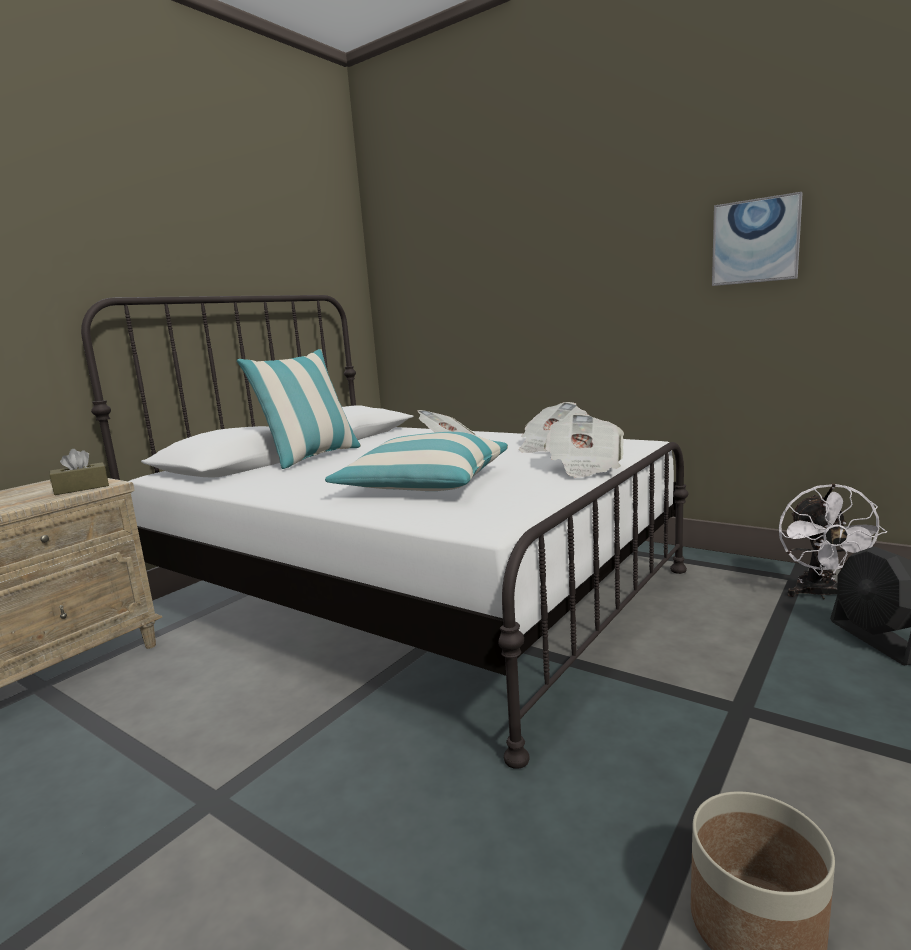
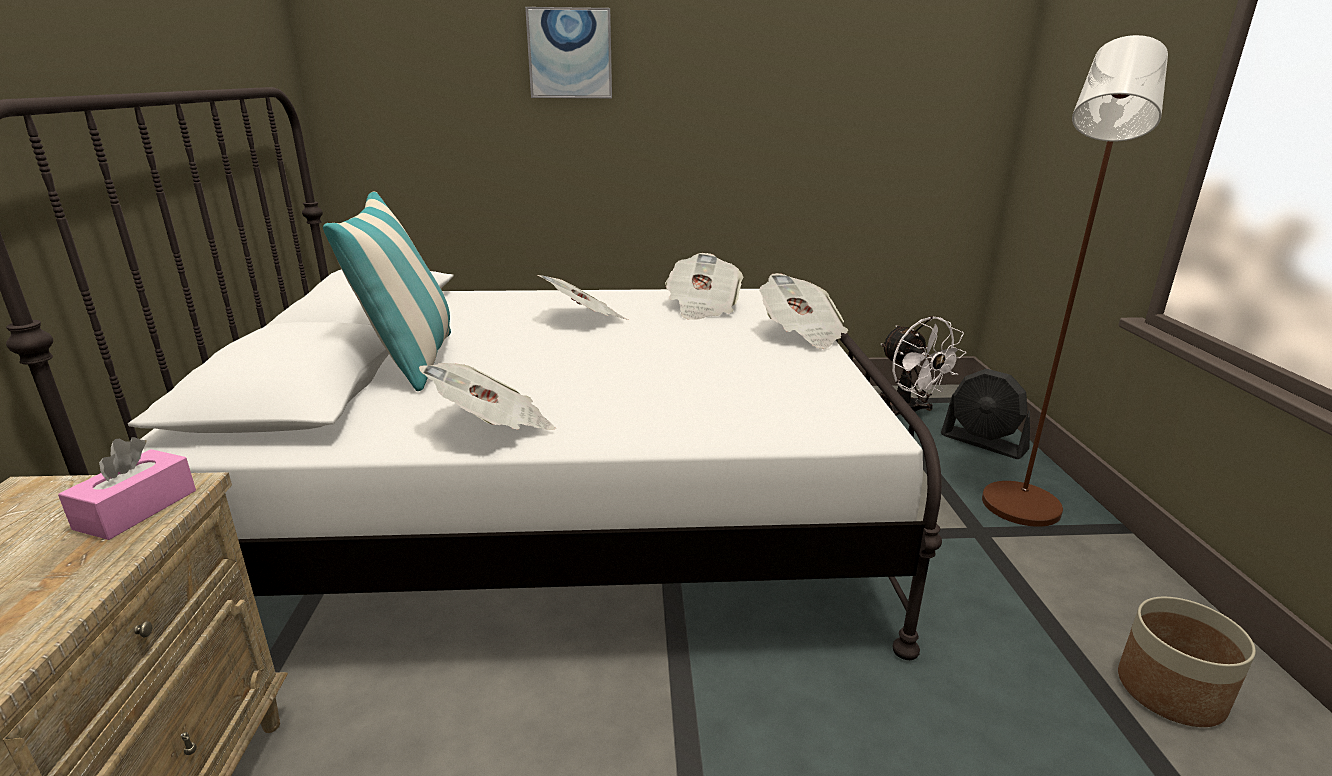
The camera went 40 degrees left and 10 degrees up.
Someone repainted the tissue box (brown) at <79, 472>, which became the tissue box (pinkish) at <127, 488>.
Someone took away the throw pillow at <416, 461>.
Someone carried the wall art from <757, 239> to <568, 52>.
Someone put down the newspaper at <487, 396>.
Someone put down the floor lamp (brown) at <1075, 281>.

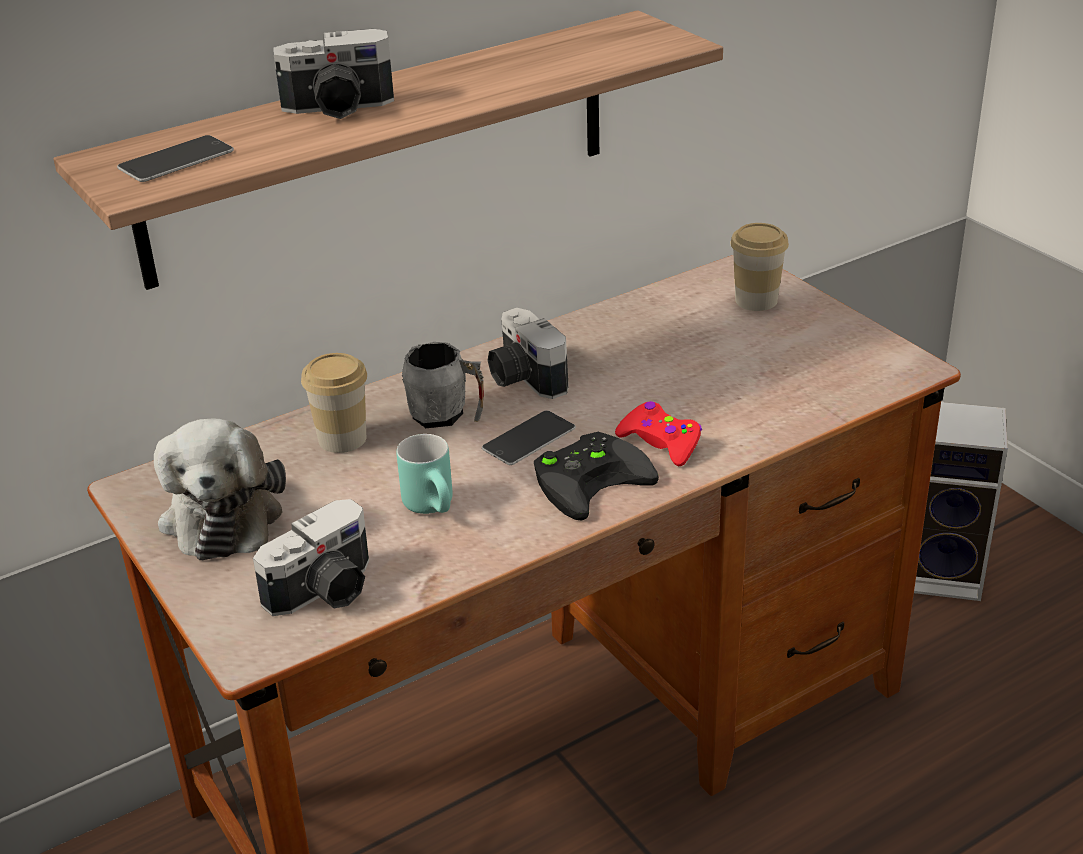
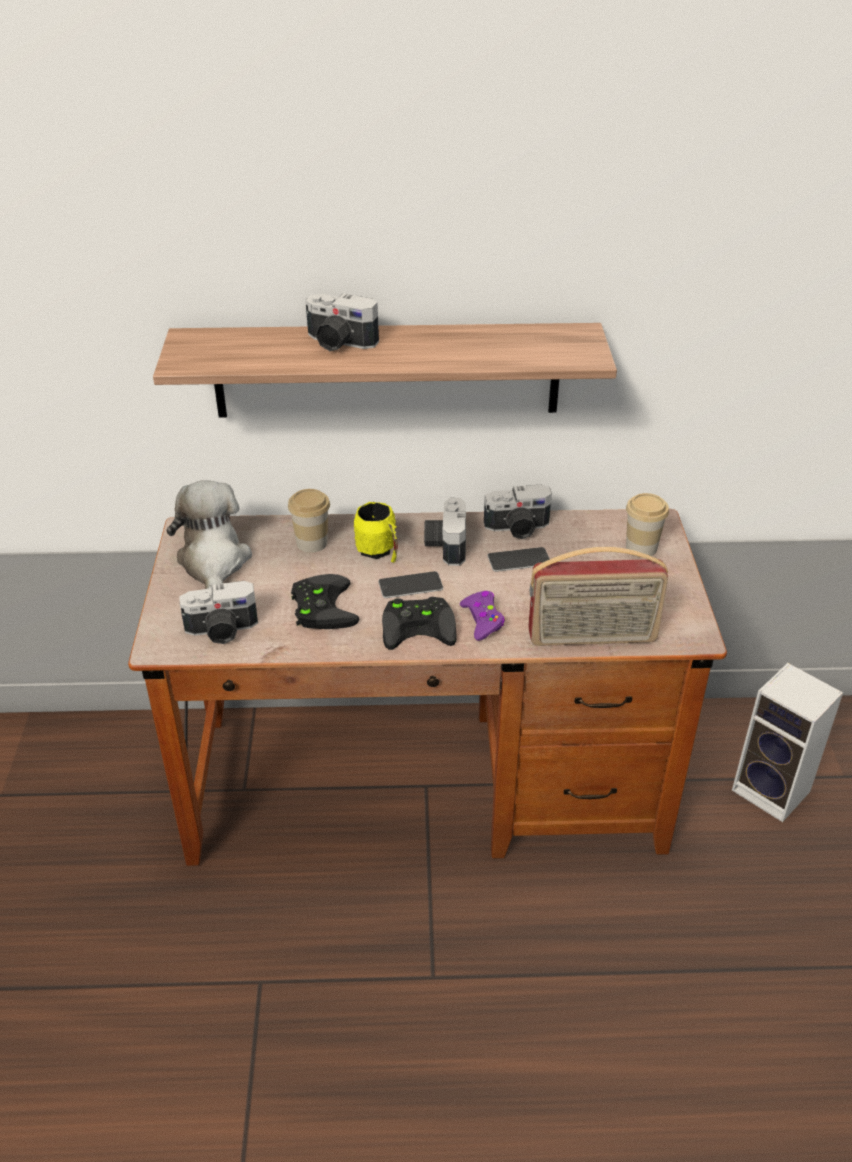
The camera went 30 degrees right and 5 degrees up.
Someone carried the handset from <175, 158> to <518, 559>.
Someone rotated the soft toy at <220, 489> by 150 degrees clockwise.
Someone swapped the tea mug (turquoise-coloured) at <425, 474> for the joypad (blackish) at <325, 601>.
Someone repainted the tea mug (gray) at <443, 385>, which became the tea mug (yellow-coloured) at <376, 532>.
Someone repainted the joypad (red-coloured) at <658, 433>, which became the joypad (purple) at <482, 616>.
Someone put down the still camera at <518, 512>.
Someone put down the radio at <598, 596>.

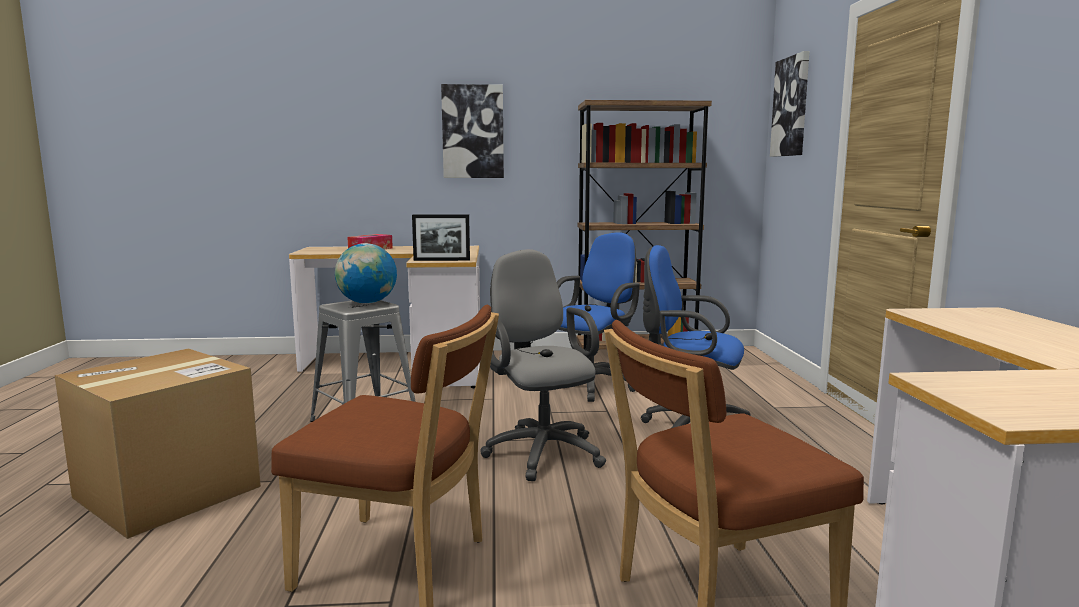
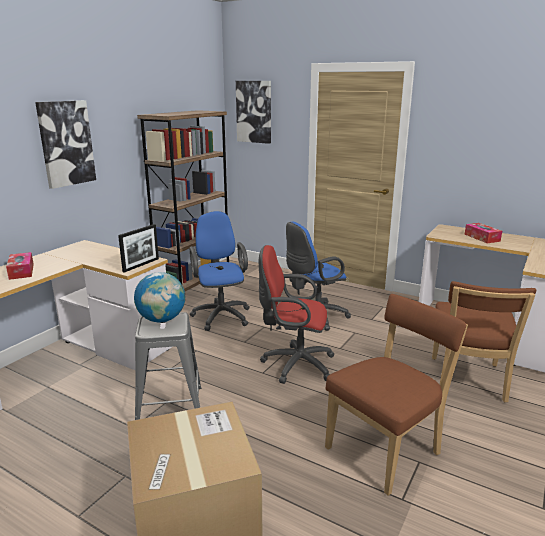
The camera went 55 degrees left and 10 degrees up.
Someone repainted the desk chair (gray) at <543, 365>, which became the desk chair (red-coloured) at <297, 314>.
Someone put down the tissue box at <483, 233>.

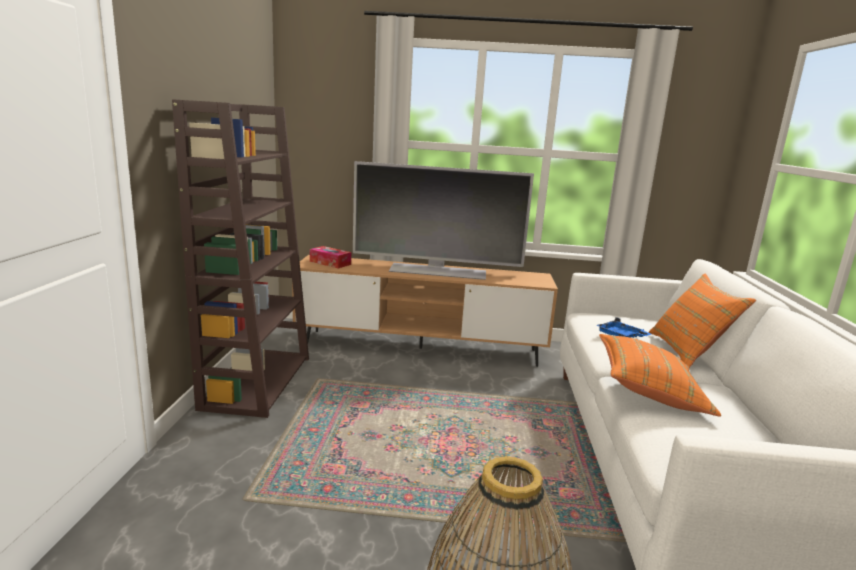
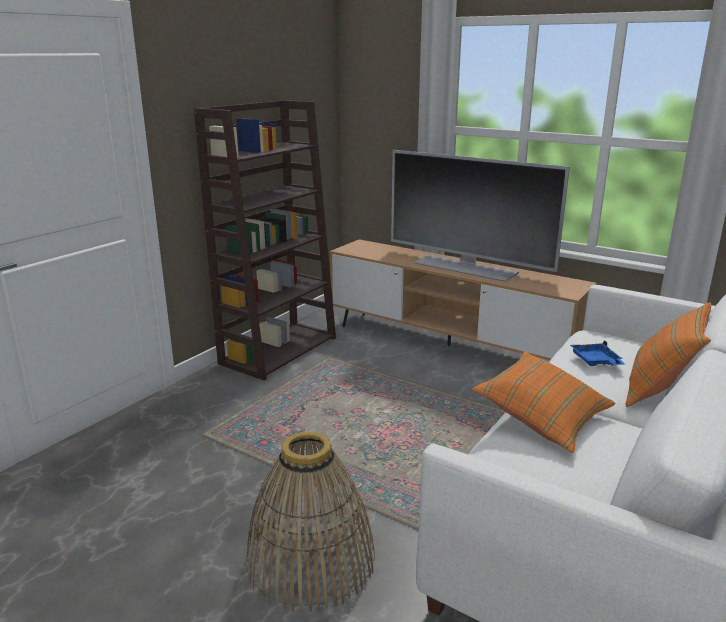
The camera went 30 degrees right and 5 degrees up.
Someone took away the tissue box at <330, 257>.

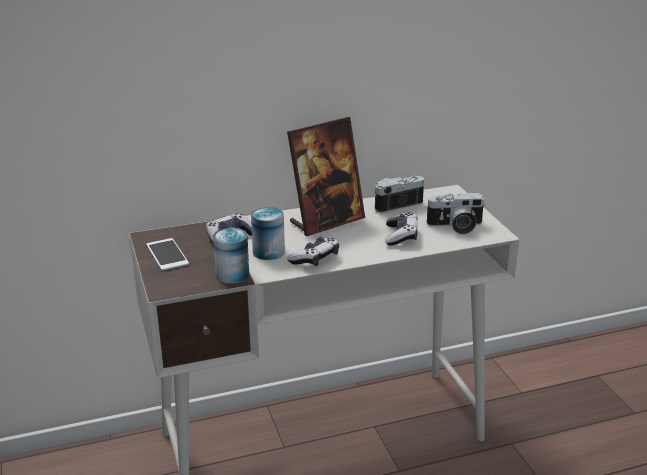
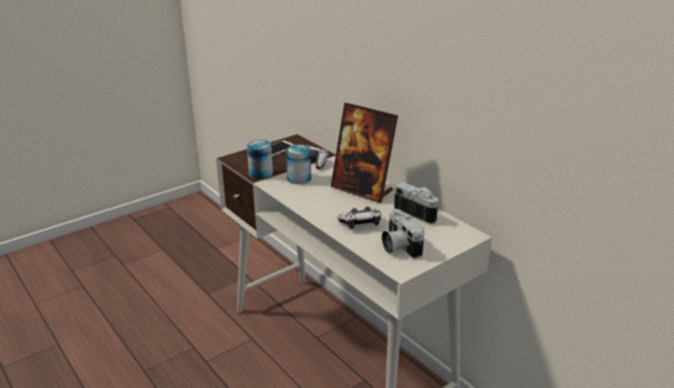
The camera went 70 degrees right and 0 degrees up.
Someone took away the joypad at <313, 251>.

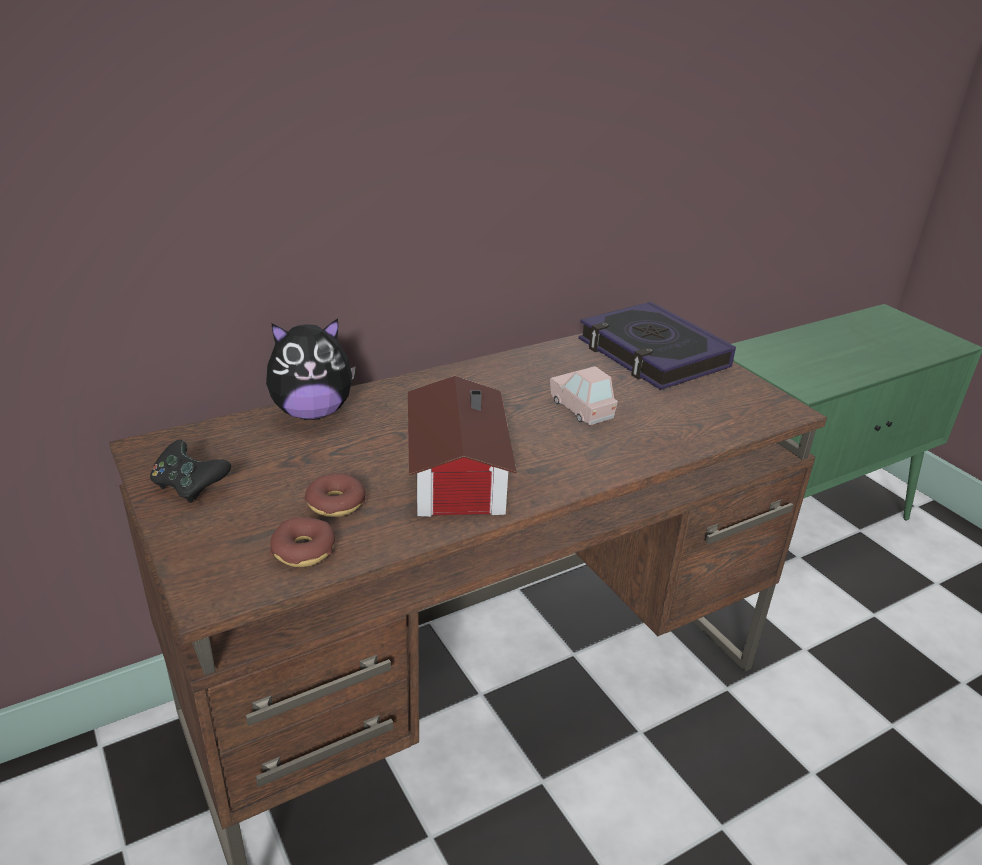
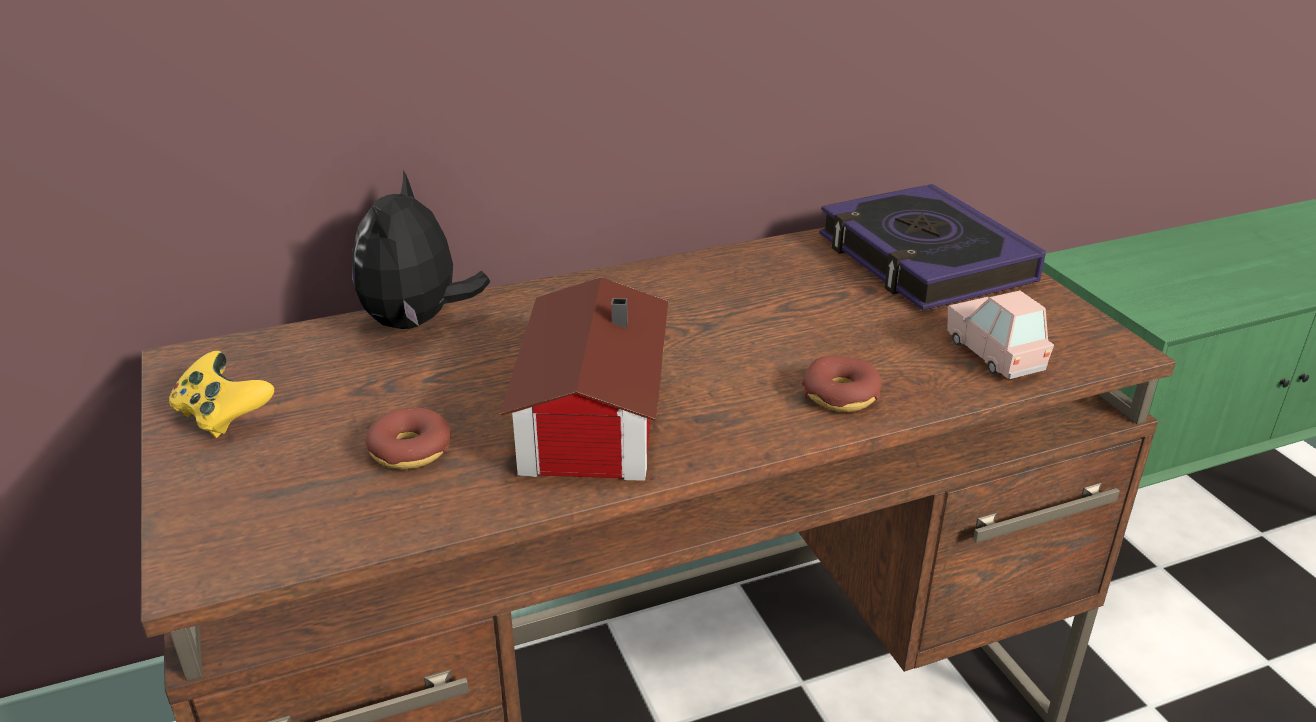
The camera went 10 degrees right and 0 degrees up.
Someone repainted the joypad (blackish) at <190, 471>, which became the joypad (yellow-coloured) at <221, 394>.
Someone rotated the soft toy at <311, 369> by 105 degrees clockwise.
Someone carried the donut from <302, 542> to <842, 383>.
Someone carried the miniature car (pinkish) from <584, 395> to <1000, 334>.

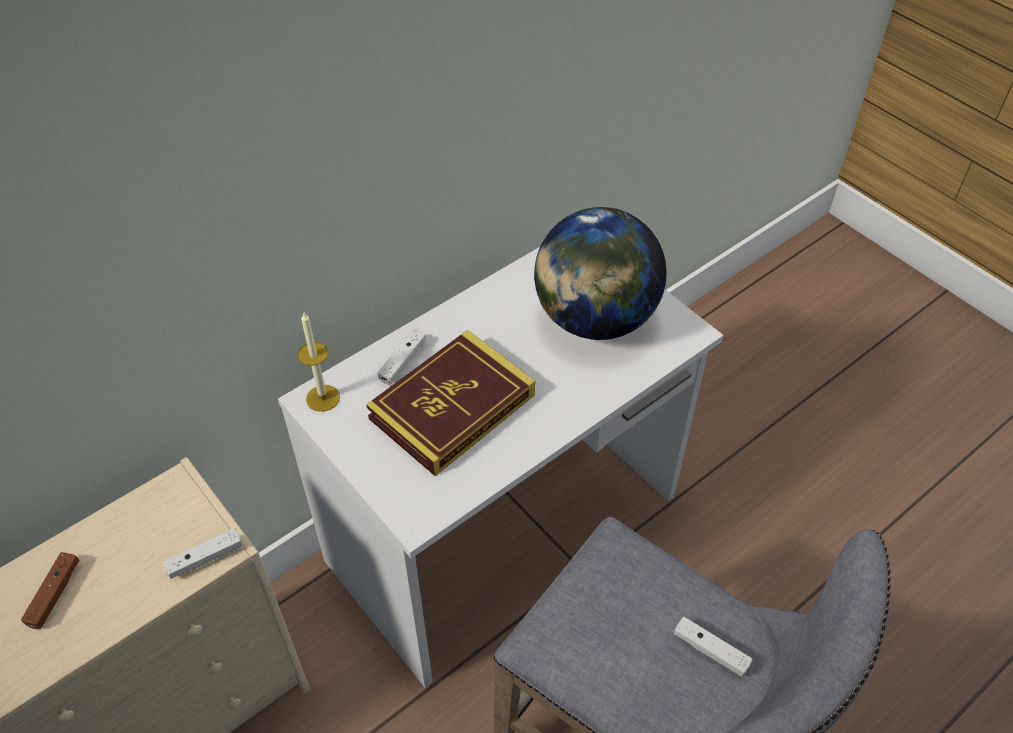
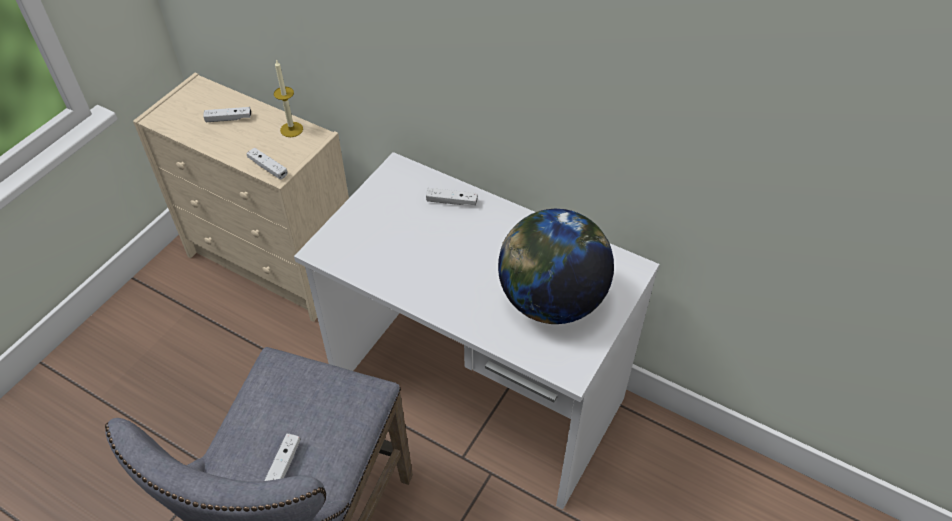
The camera went 70 degrees right and 0 degrees up.
Someone repainted the joypad (brown) at <50, 590>, which became the joypad (white-coloured) at <227, 114>.
Someone carried the wax candle from <319, 361> to <288, 98>.
Someone took away the book at <450, 403>.

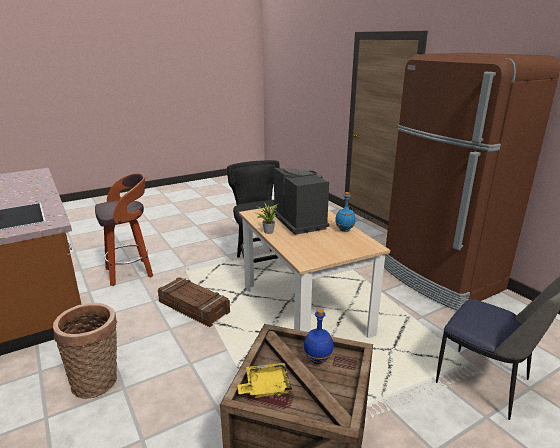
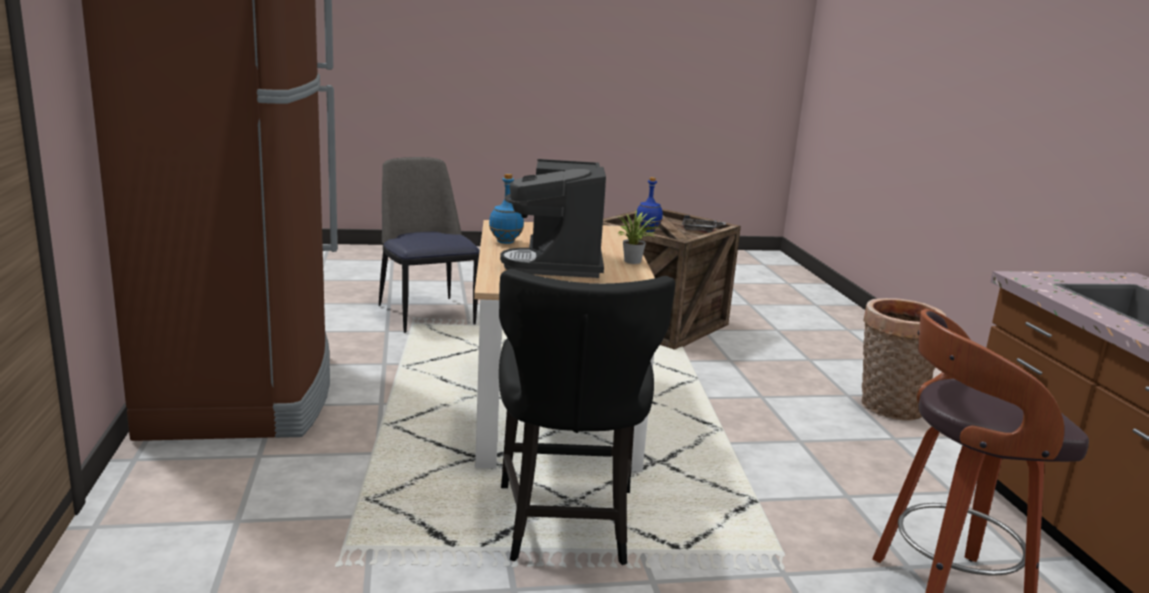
The camera went 160 degrees left and 5 degrees down.
Someone took away the crate at <194, 302>.
Someone repainted the tray (yellow-coloured) at <264, 380>, which became the tray (gray) at <704, 224>.

